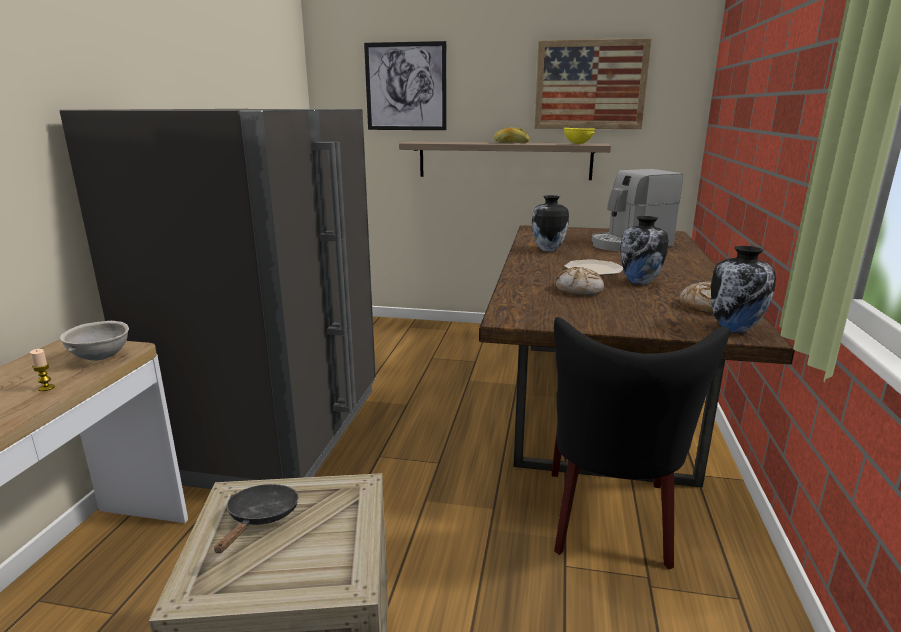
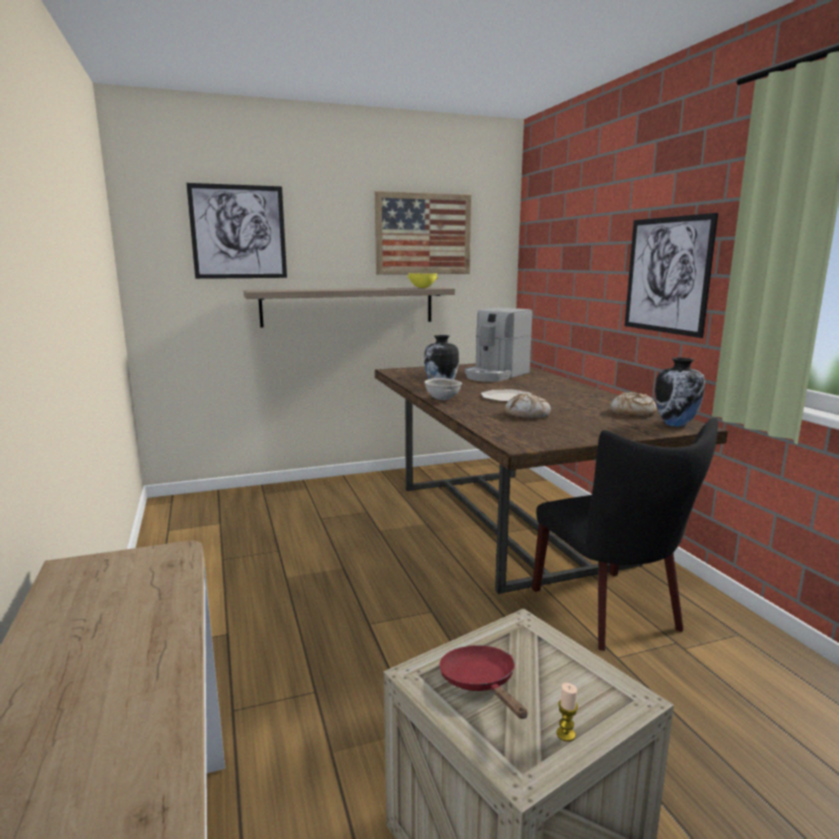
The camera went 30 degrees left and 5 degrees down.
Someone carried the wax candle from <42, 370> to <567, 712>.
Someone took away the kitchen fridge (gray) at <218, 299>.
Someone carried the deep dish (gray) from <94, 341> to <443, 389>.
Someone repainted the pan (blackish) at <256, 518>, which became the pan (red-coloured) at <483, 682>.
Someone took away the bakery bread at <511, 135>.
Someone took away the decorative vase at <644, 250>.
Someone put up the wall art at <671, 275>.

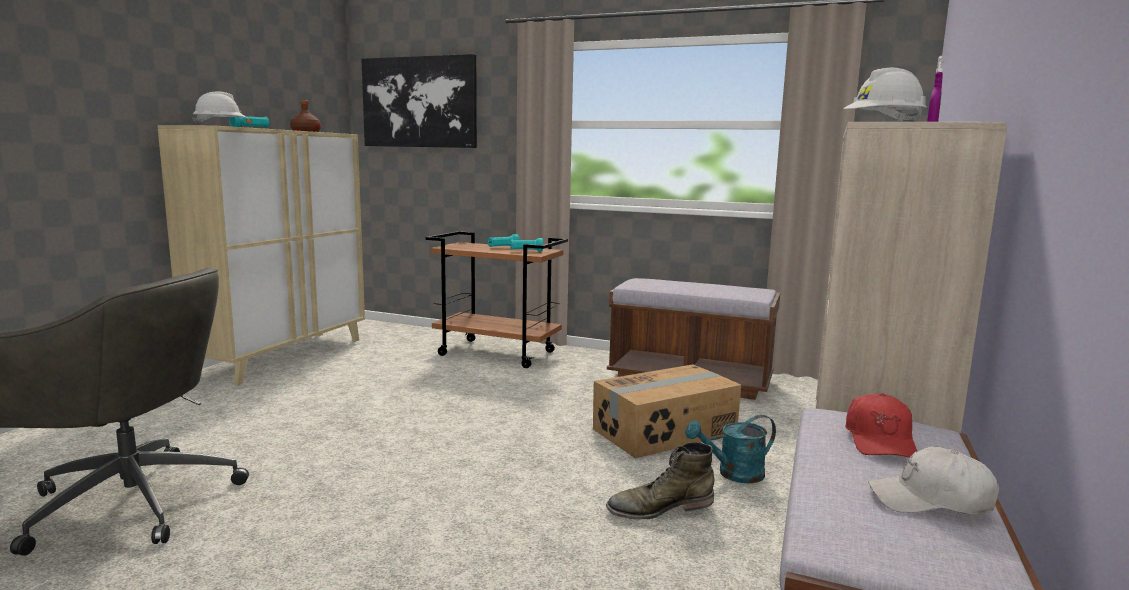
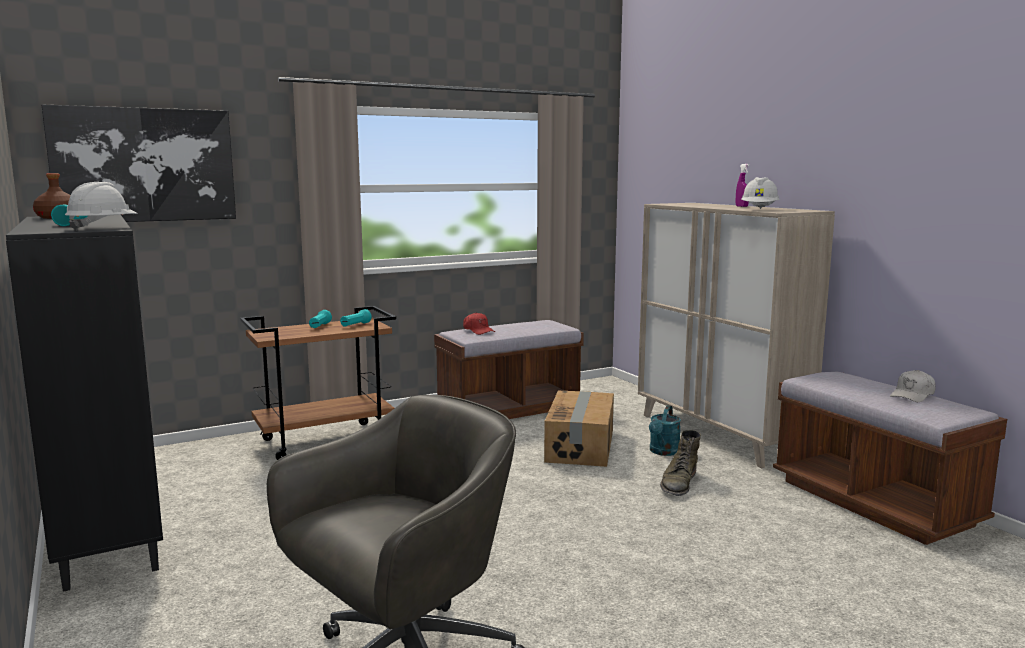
The camera went 50 degrees left and 0 degrees up.
Someone repainted the cupboard (sand-coloured) at <261, 255>, which became the cupboard (blackish) at <84, 403>.
Someone carried the cap (red-coloured) from <881, 425> to <479, 323>.

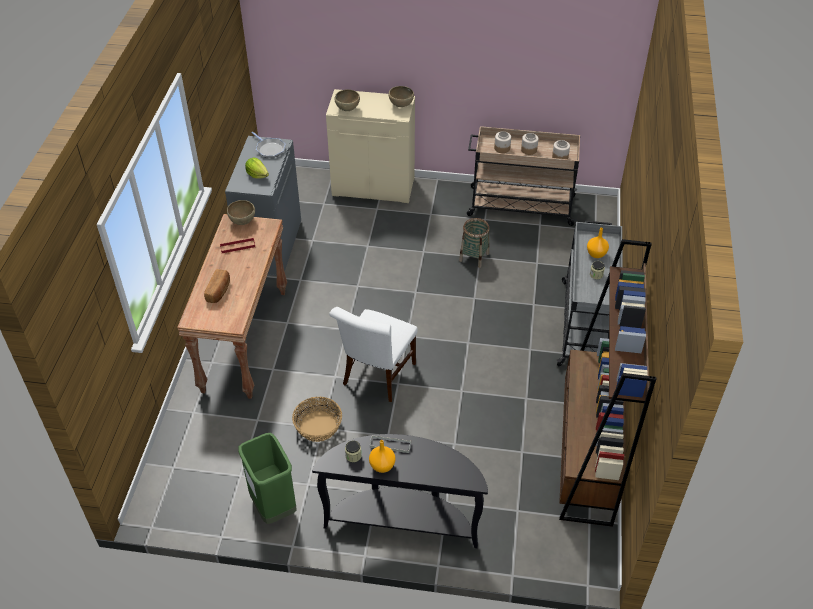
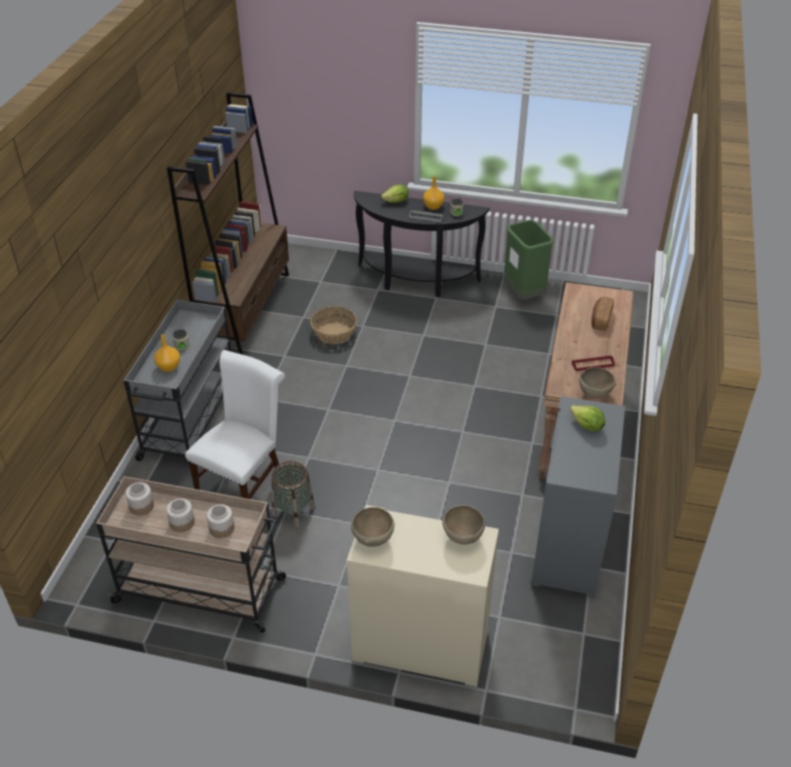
The camera went 175 degrees left and 5 degrees down.
Someone took away the pan at <268, 145>.
Someone carried the storage basket from <317, 419> to <333, 325>.
Someone carried the chair (white-coloured) from <373, 354> to <235, 424>.
Someone put down the lettuce at <395, 193>.

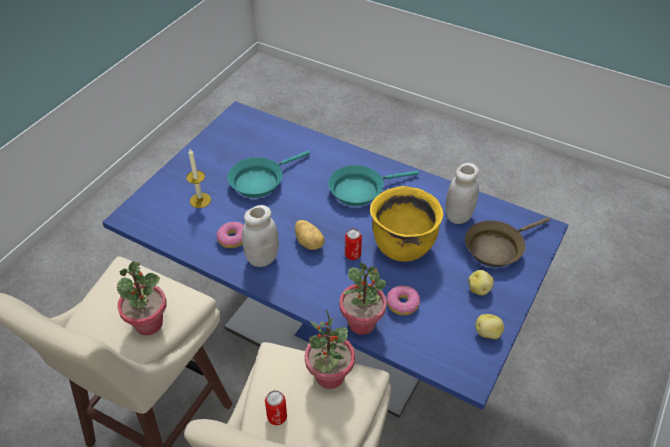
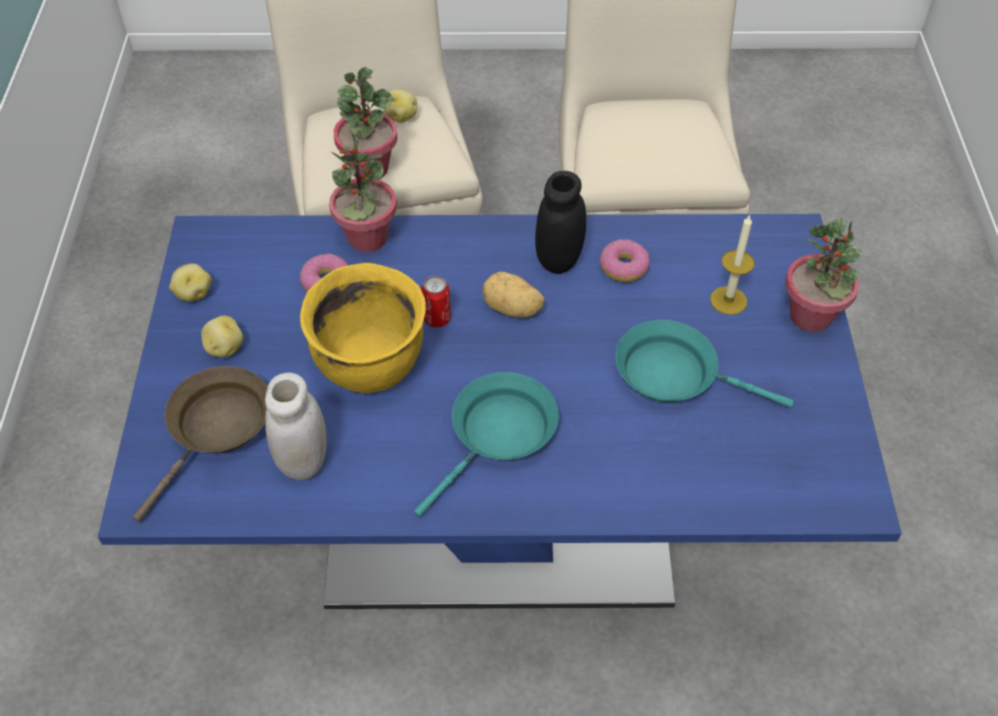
The camera went 150 degrees right and 5 degrees up.
Someone carried the plant in a pot from <142, 298> to <823, 275>.
Someone rotated the pan (turquoise-coloured) at <269, 174> by 90 degrees counterclockwise.
Someone repainted the storage jar (white-coloured) at <260, 236>, which became the storage jar (blackish) at <560, 222>.
Someone swapped the can at <276, 407> for the whole potato at <400, 106>.

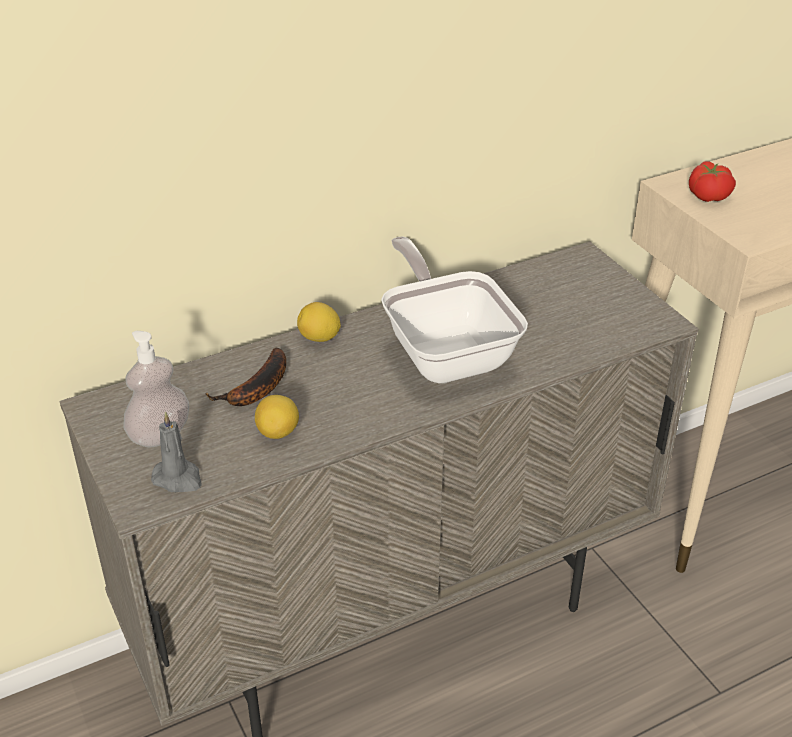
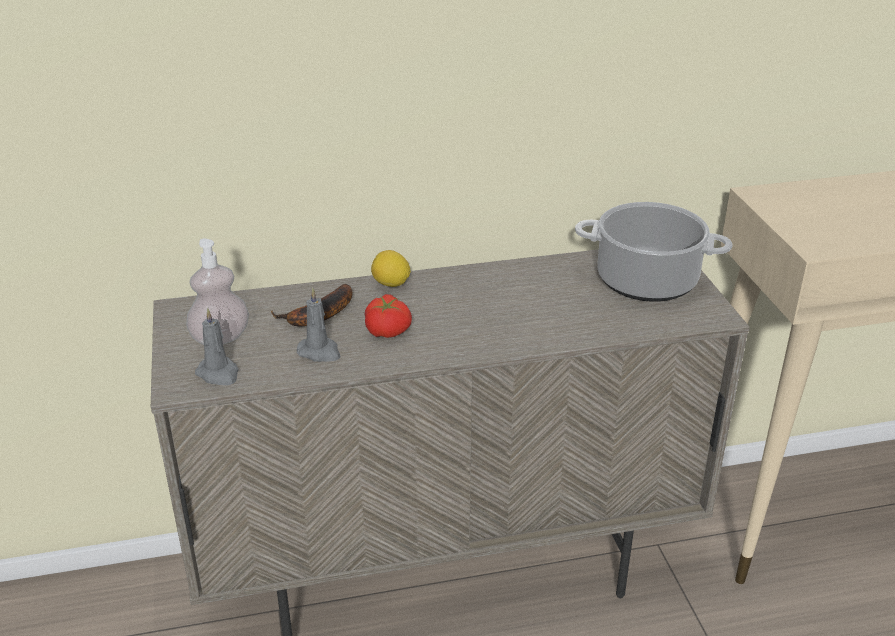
The camera went 15 degrees right and 5 degrees down.
Someone swapped the whole lemon at <277, 417> for the wax candle (gray) at <318, 325>.
Someone took away the pan at <454, 310>.
Someone carried the tomato from <712, 181> to <388, 316>.
Someone put down the saucepot at <654, 252>.

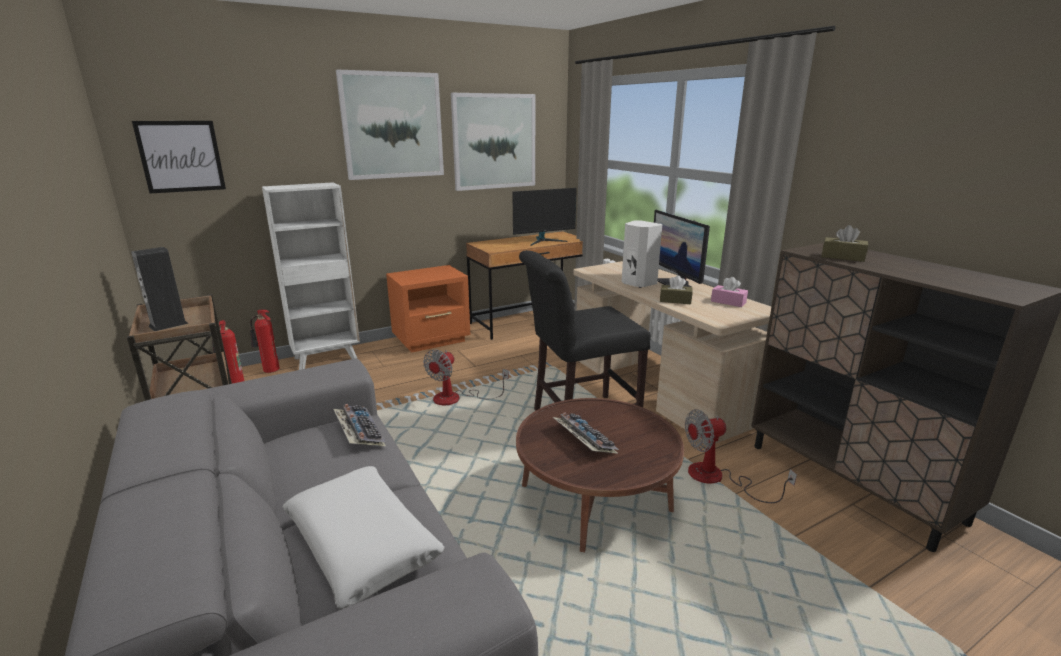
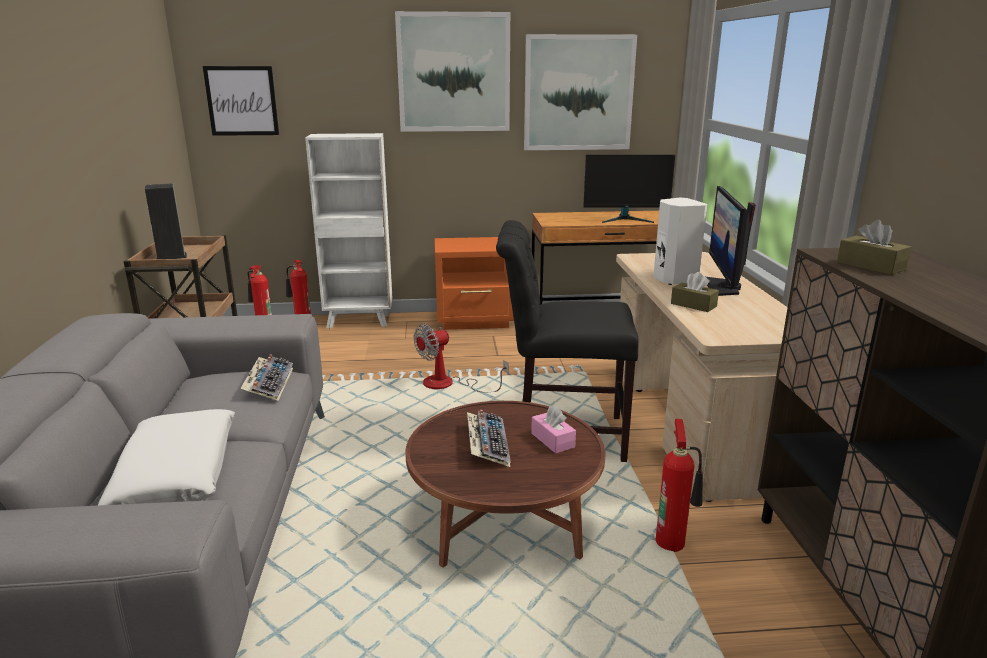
The camera went 25 degrees right and 0 degrees up.
Someone swapped the cooling fan at <741, 456> for the extinguisher at <679, 485>.
Someone carried the tissue box (pinkish) from <729, 292> to <553, 430>.

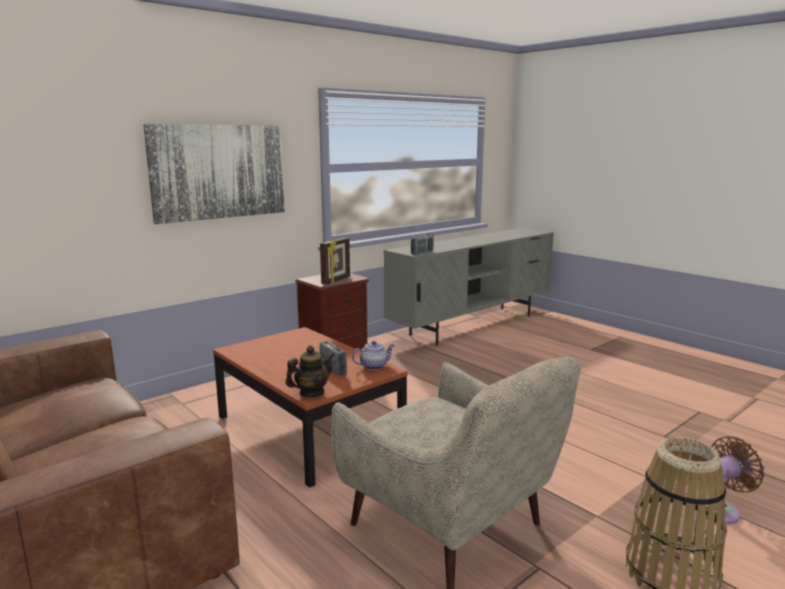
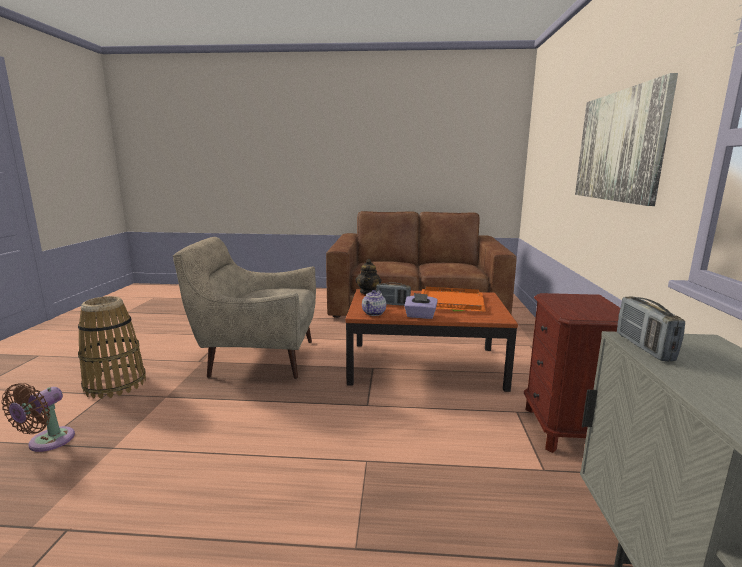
The camera went 135 degrees right and 0 degrees up.
Someone took away the standing frame at <335, 260>.
Someone put down the tissue box (purple) at <421, 306>.
Someone put down the tray (orange) at <453, 299>.

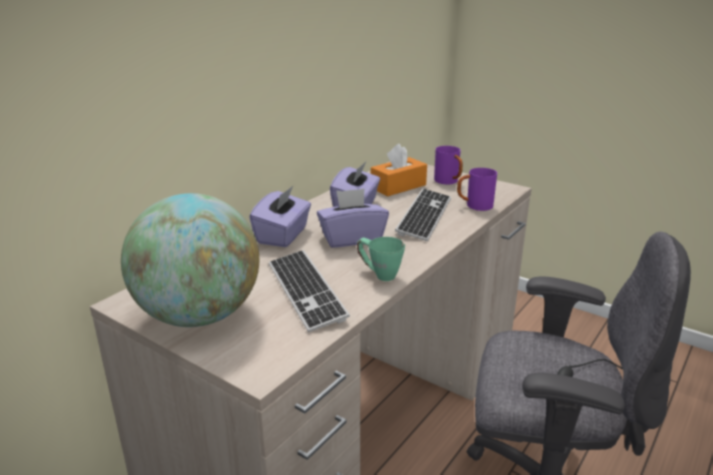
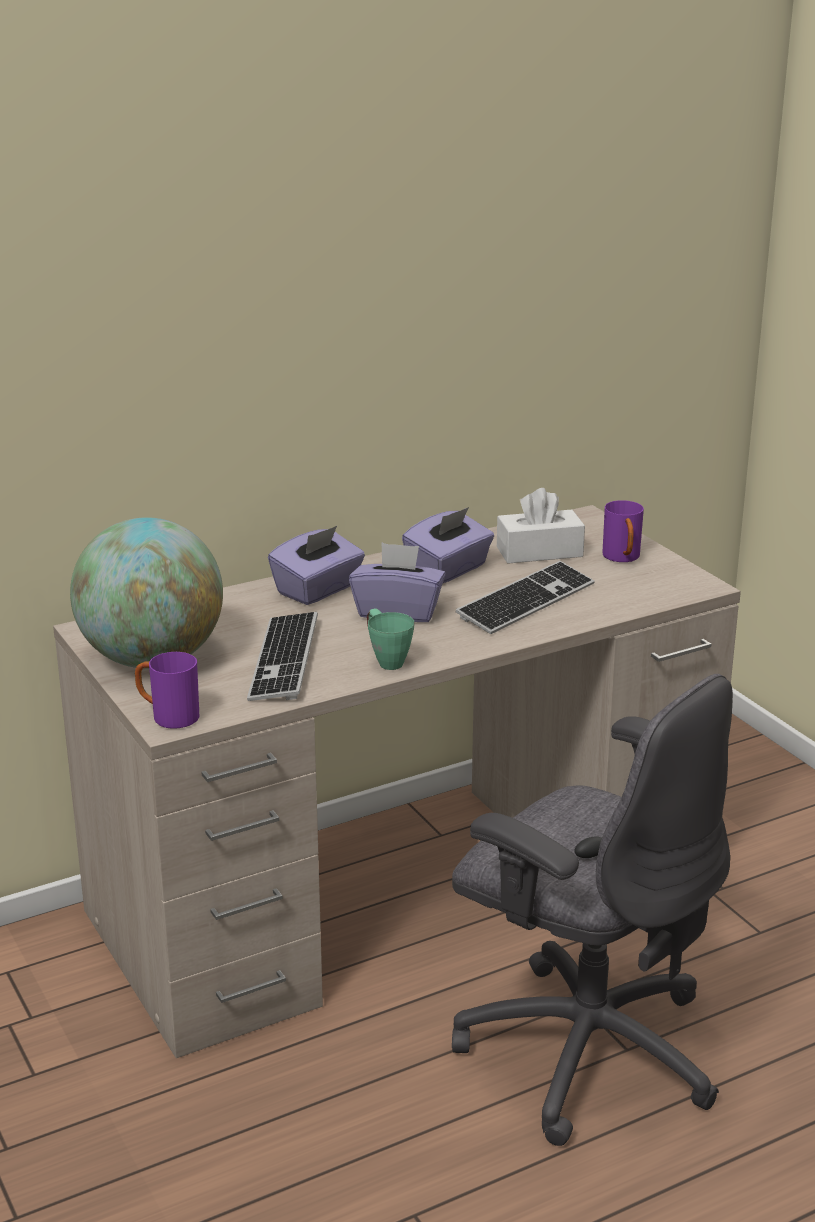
The camera went 25 degrees right and 0 degrees up.
Someone repainted the tissue box (orange) at <399, 170>, which became the tissue box (white-coloured) at <541, 526>.
Someone carried the tea mug (purple) from <477, 189> to <167, 690>.

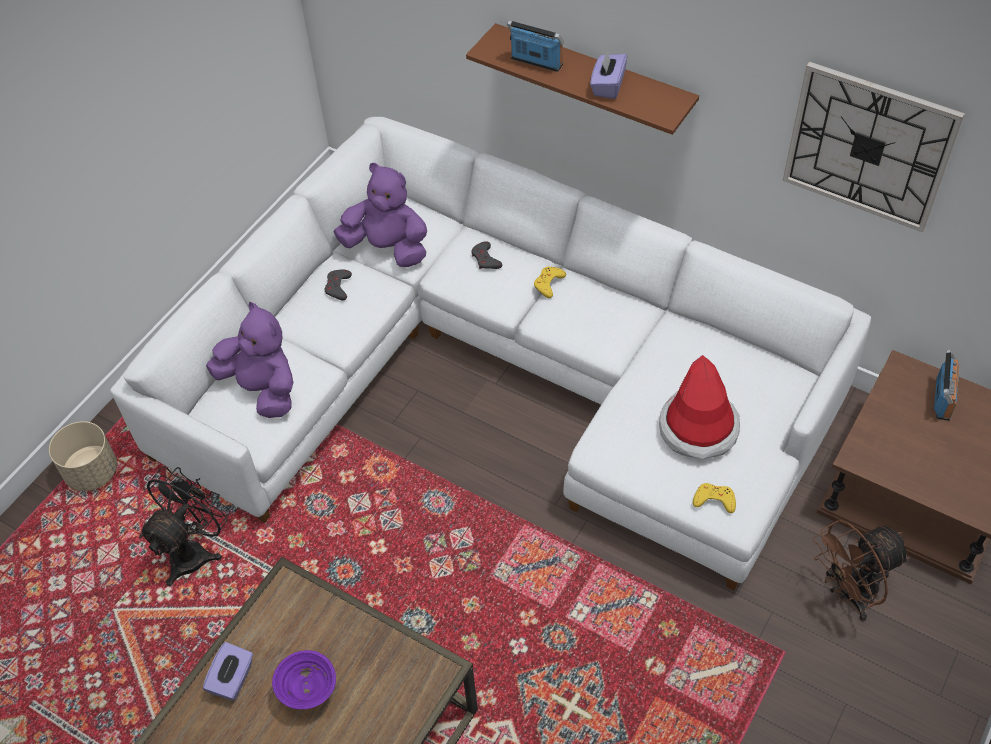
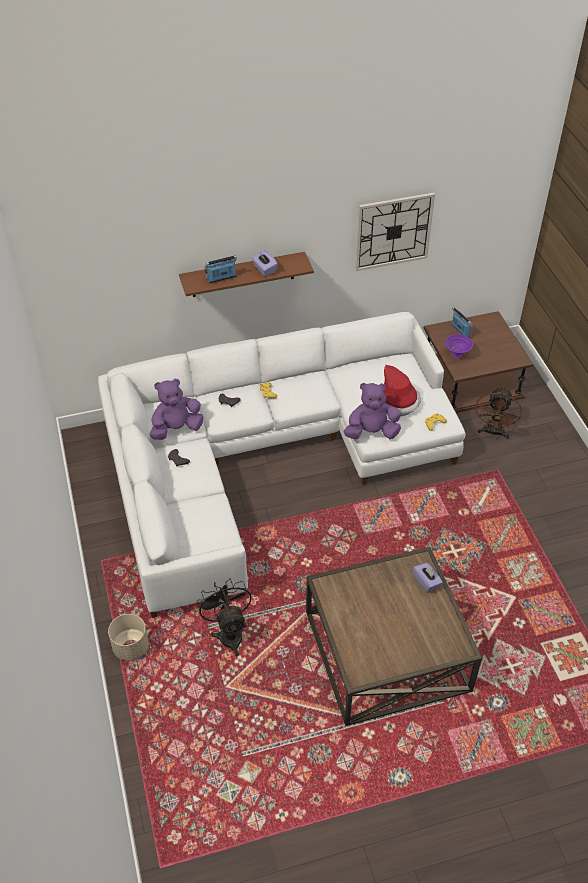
The camera went 50 degrees left and 5 degrees down.
Someone carried the tissue box (purple) from <228, 671> to <428, 578>.
Someone carried the soft toy (purple) from <249, 360> to <372, 411>.
Someone carried the deep dish (purple) from <304, 679> to <459, 346>.

